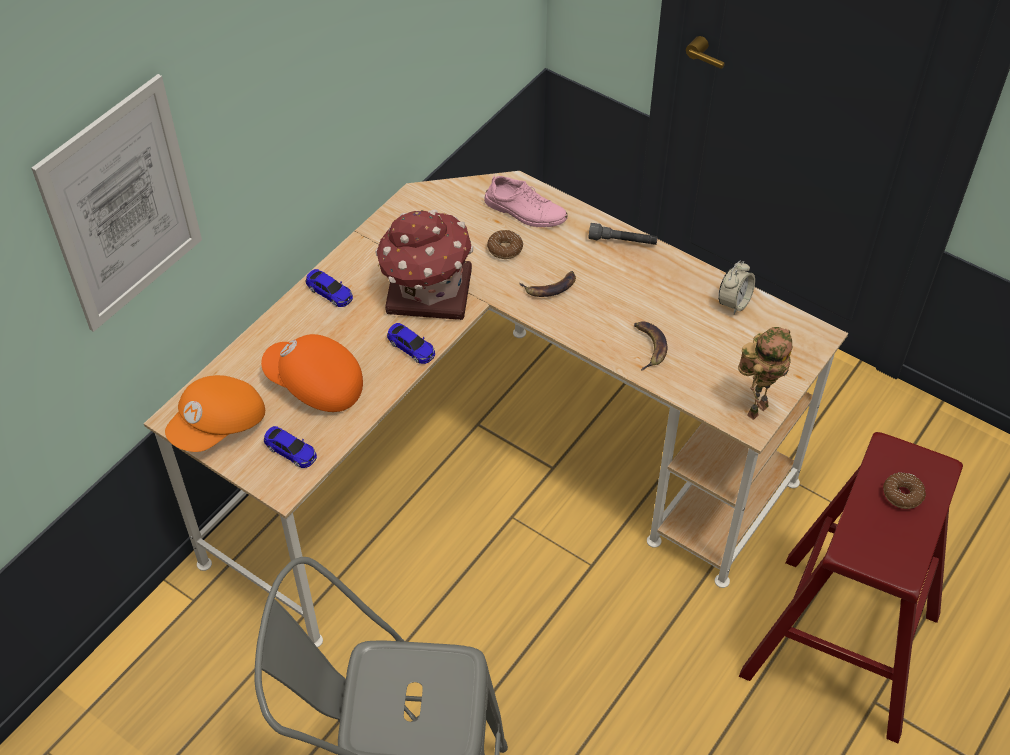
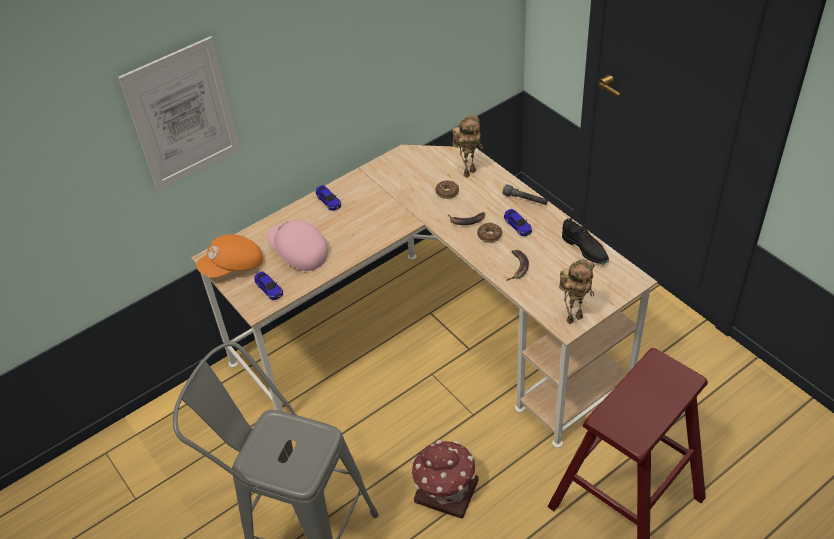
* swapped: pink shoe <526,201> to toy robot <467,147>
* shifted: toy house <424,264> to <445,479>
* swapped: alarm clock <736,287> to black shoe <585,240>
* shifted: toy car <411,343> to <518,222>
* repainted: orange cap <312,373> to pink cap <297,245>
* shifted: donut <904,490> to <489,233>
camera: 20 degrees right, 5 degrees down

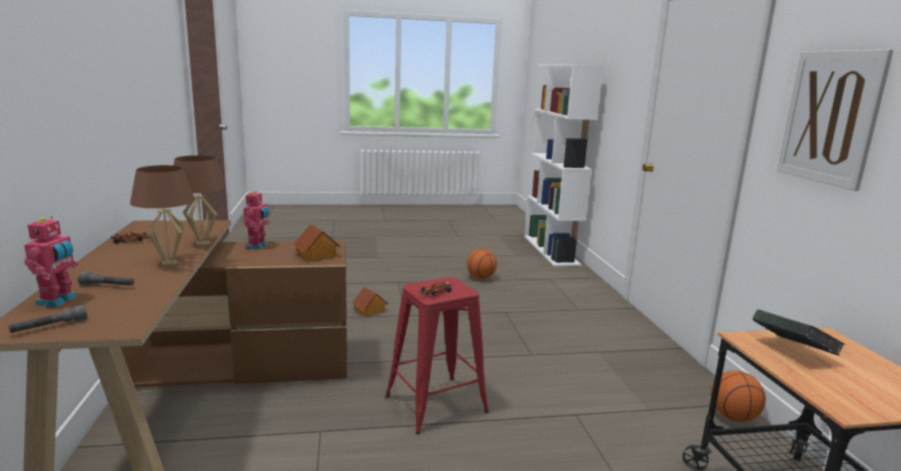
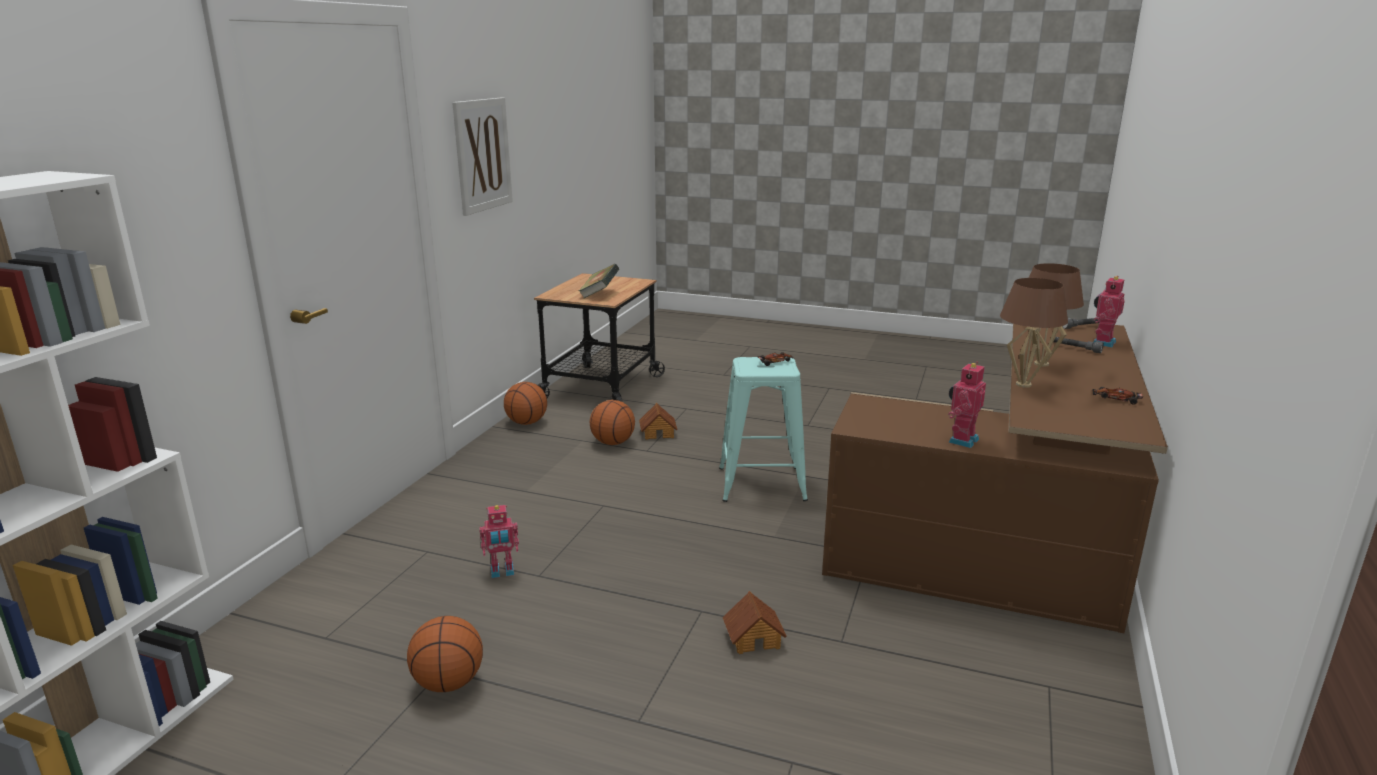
* shifted: toy house <317,242> to <658,421>
* repainted: red stool <437,355> to turquoise stool <763,429>
* new: basketball <612,422>
* new: toy robot <499,541>
camera: 150 degrees left, 5 degrees up

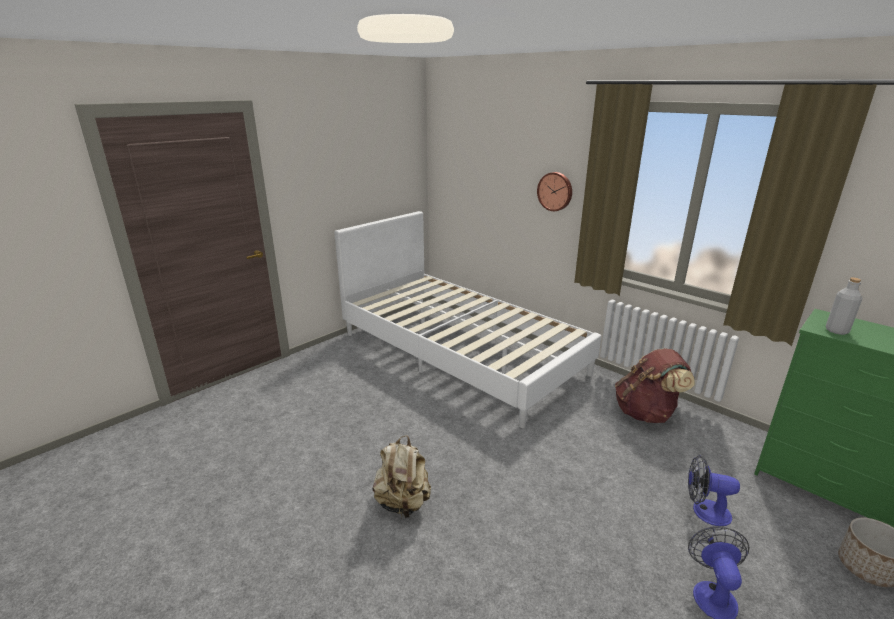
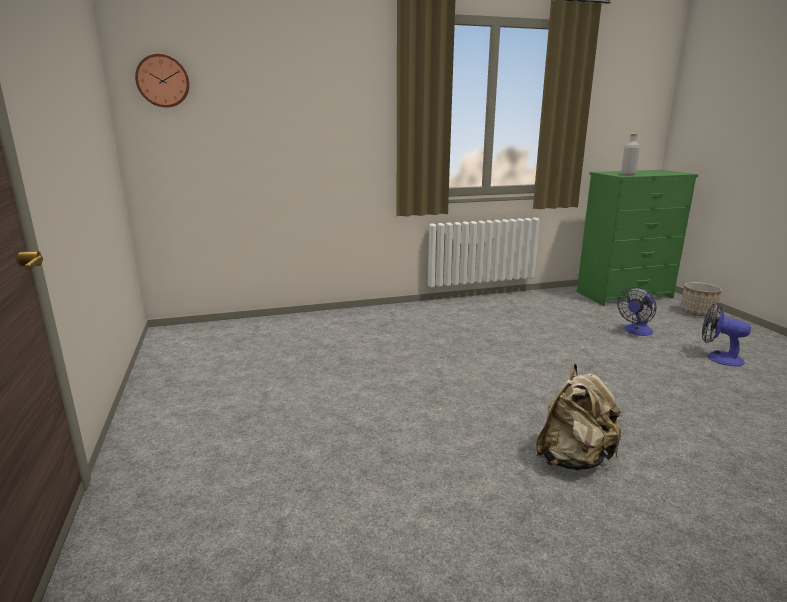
* shifted: wall clock <554,191> to <162,80>
* gone: white bed <468,320>
* gone: brown backpack <655,385>
camera: 60 degrees left, 5 degrees down

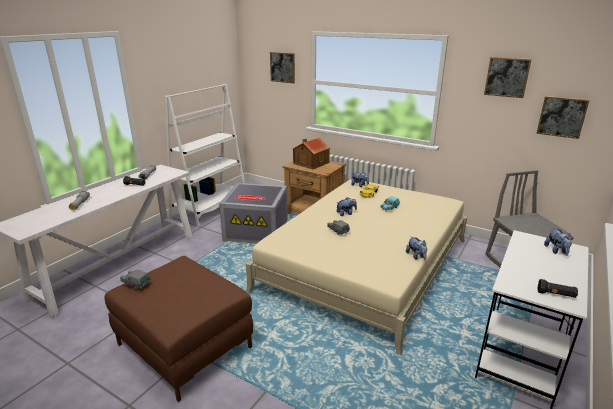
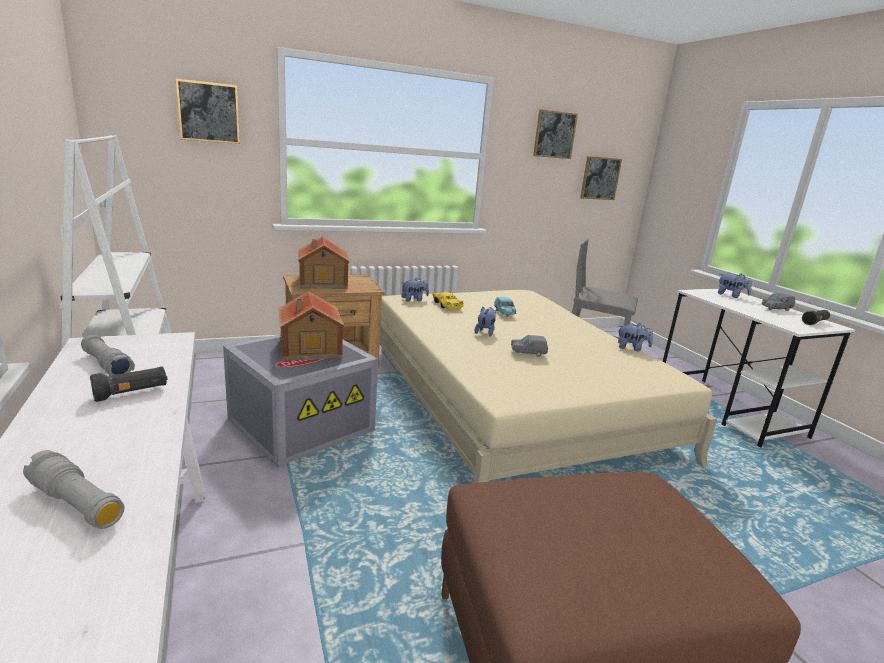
* shifted: grey toy car <135,279> to <778,302>
* new: toy house <312,326>
camera: 55 degrees left, 5 degrees down

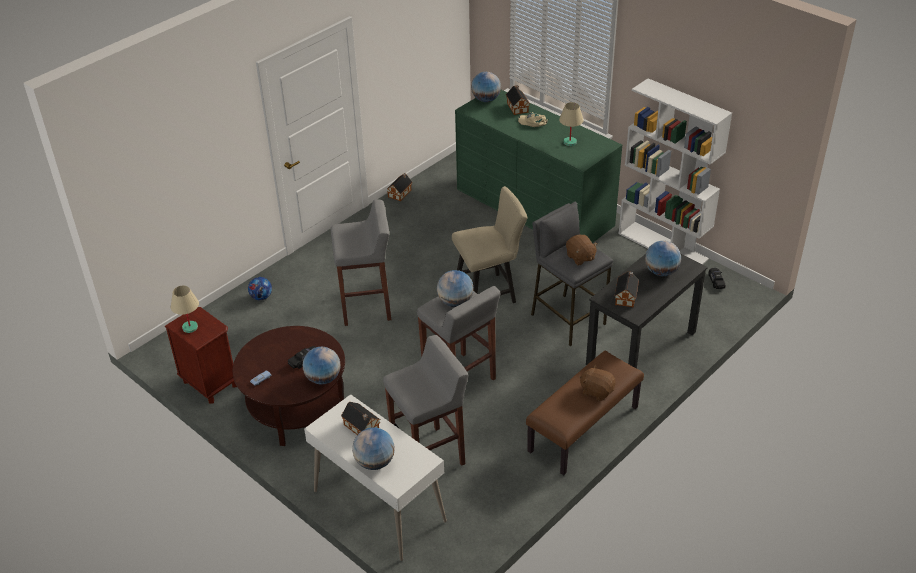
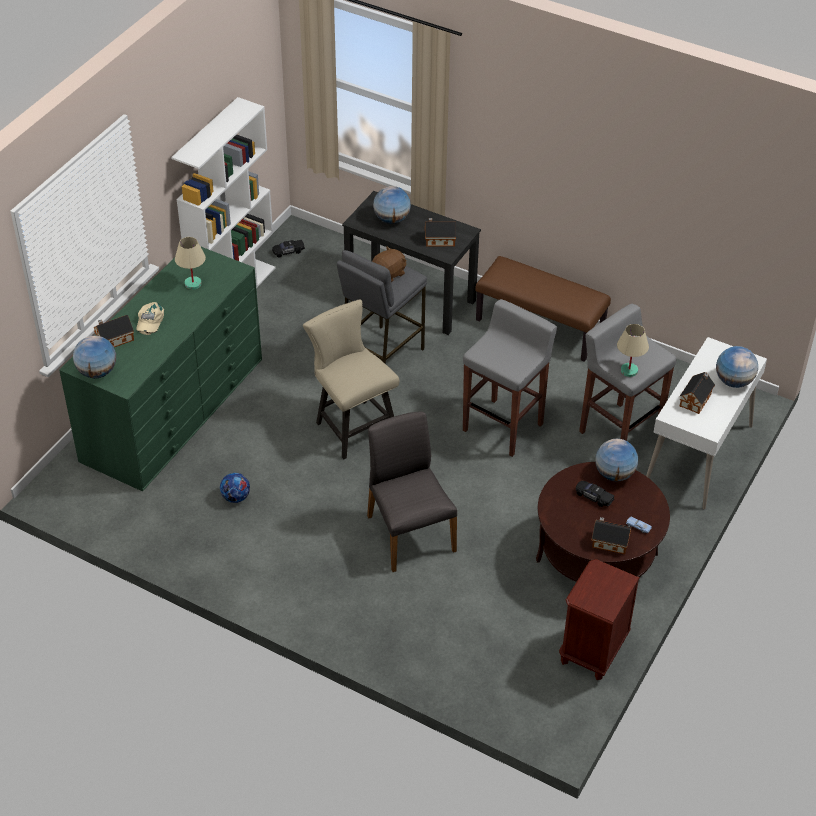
* shifted: toy house <399,187> to <611,535>
* swapped: grey stool <361,262> to grey chair <412,492>
* gone: globe <455,288>
* shifted: football <260,288> to <235,488>
* shifted: beige table lamp <185,309> to <633,350>
* gone: brown plush toy <598,382>
camera: 105 degrees left, 5 degrees up

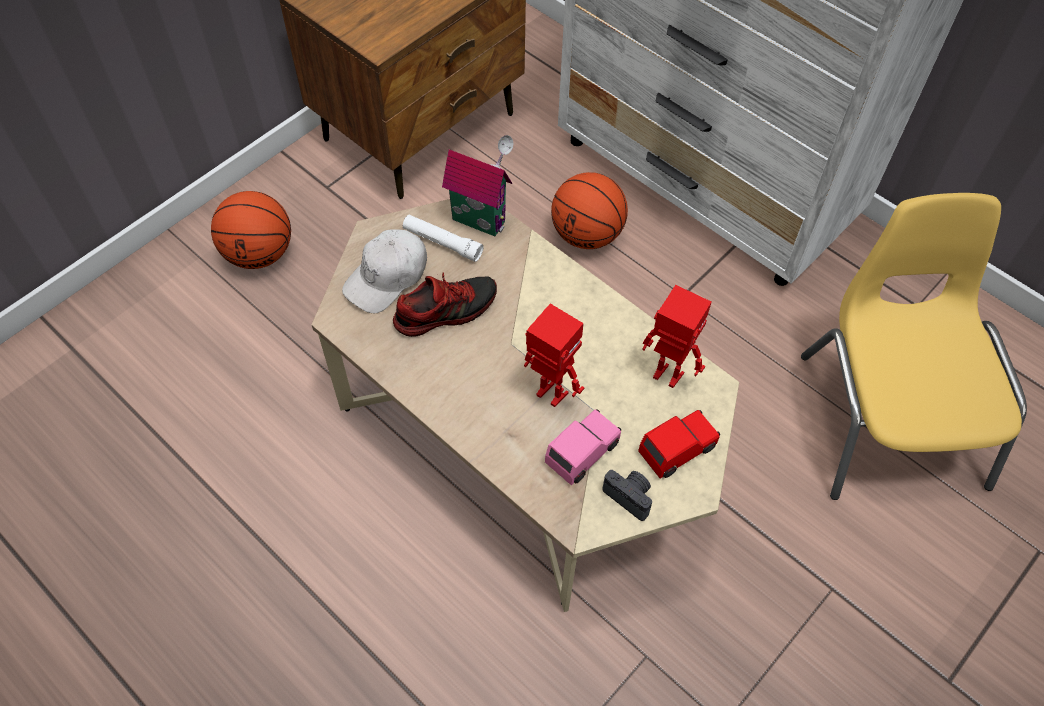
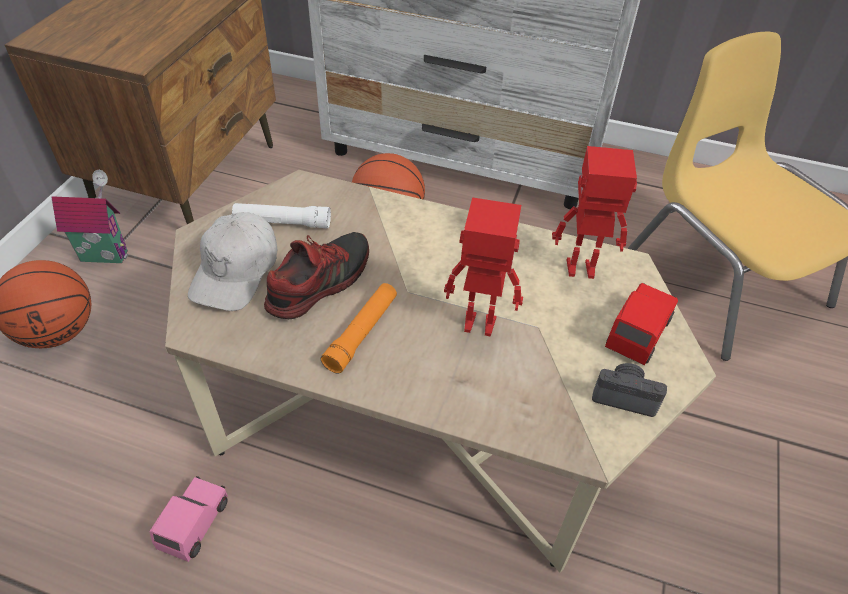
* shifted: toy house <477,185> to <90,216>
* shifted: pink toy car <583,447> to <188,519>
* new: orange flashlight <359,328>
camera: 25 degrees left, 10 degrees down

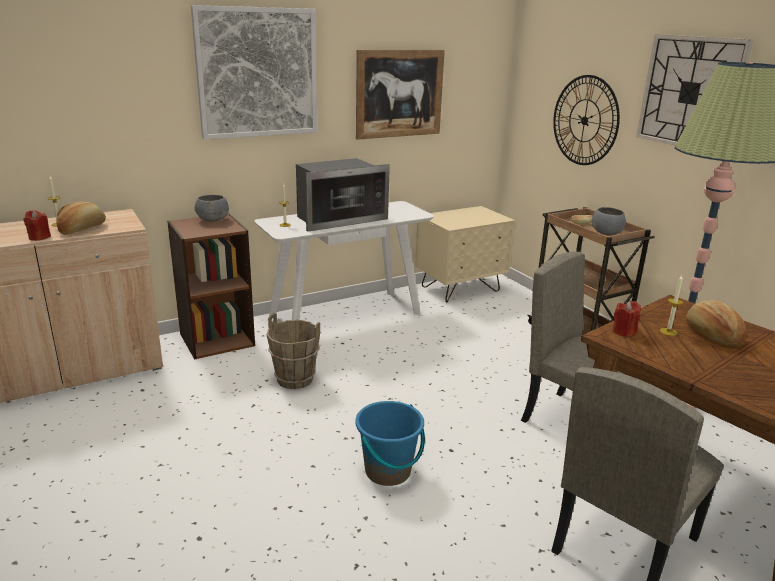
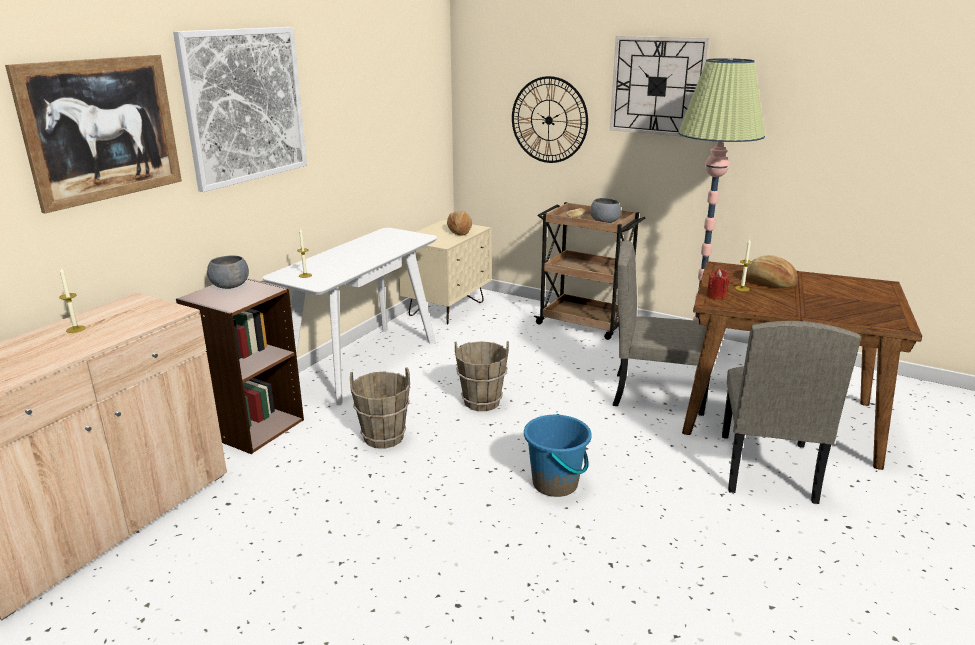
* shifted: picture <400,95> to <93,134>
* gone: microwave <343,195>
* shifted: bread <81,218> to <459,223>
* gone: red candle <37,225>
* new: brown bucket <482,376>
camera: 30 degrees left, 0 degrees up

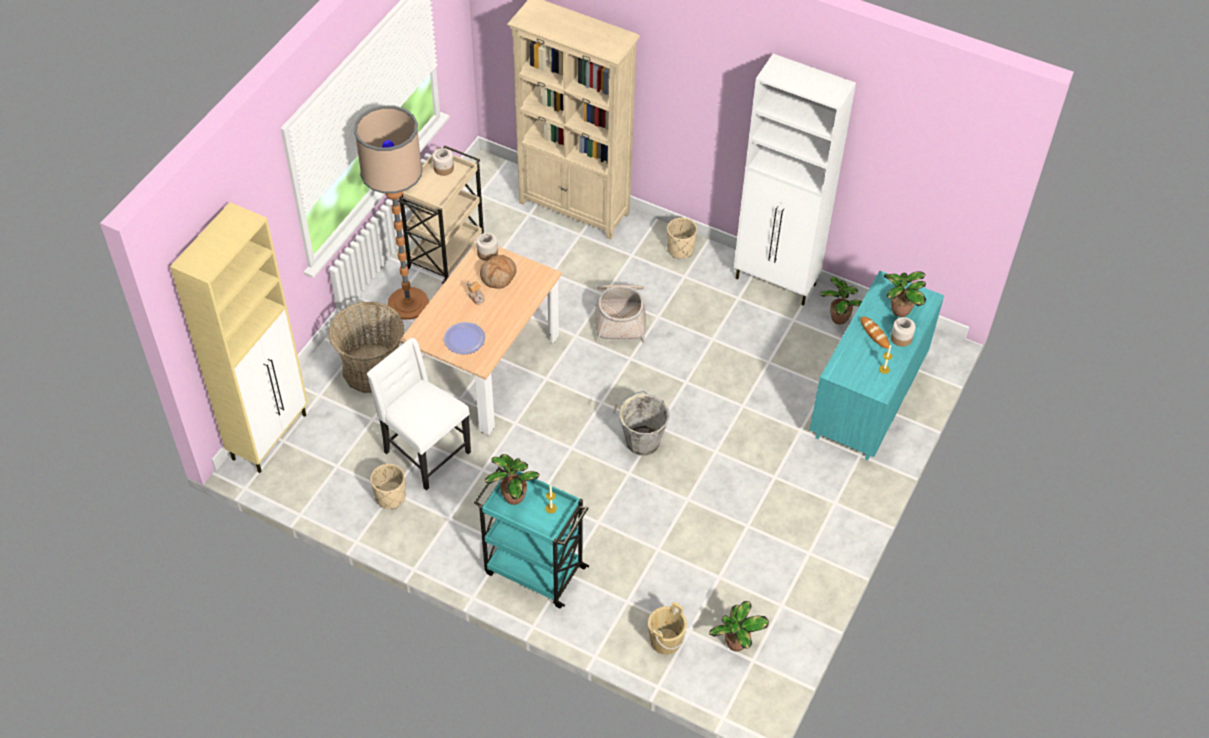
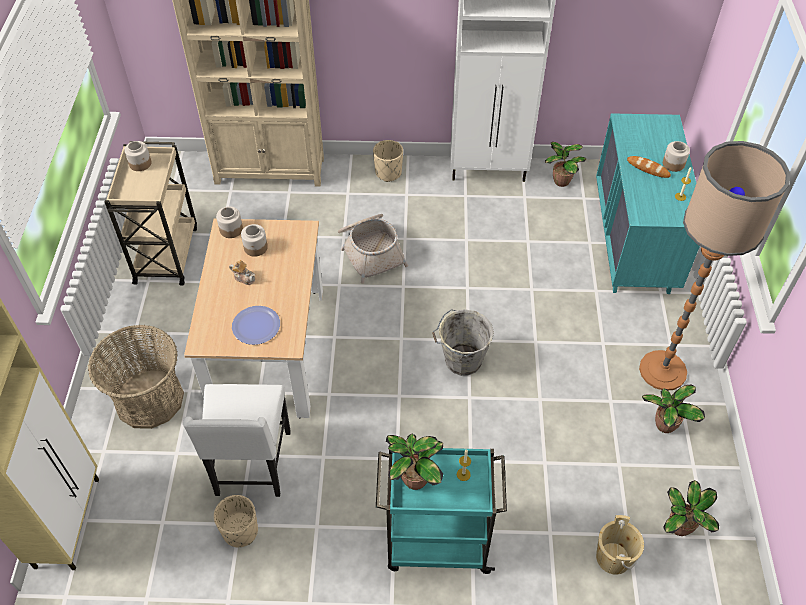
* shifted: floor lamp <391,212> to <715,265>
* swapped: bread <498,272> to jar <254,240>
* shifted: potted plant <905,294> to <673,408>
* rotated: white chair <419,414> = <237,440> 105 degrees counterclockwise
camera: 25 degrees left, 0 degrees up

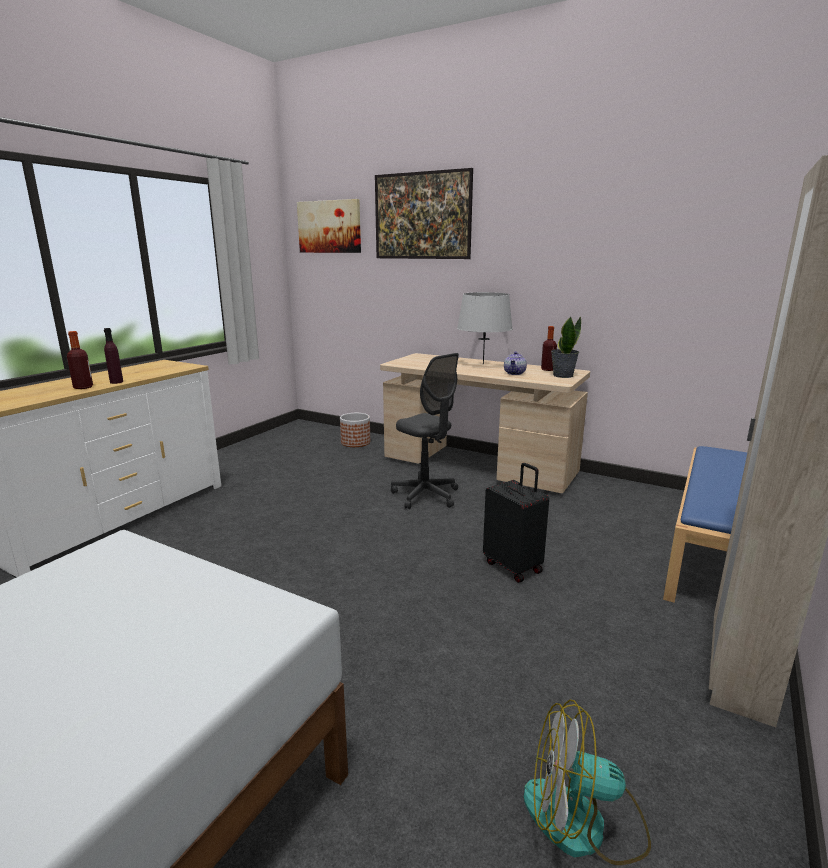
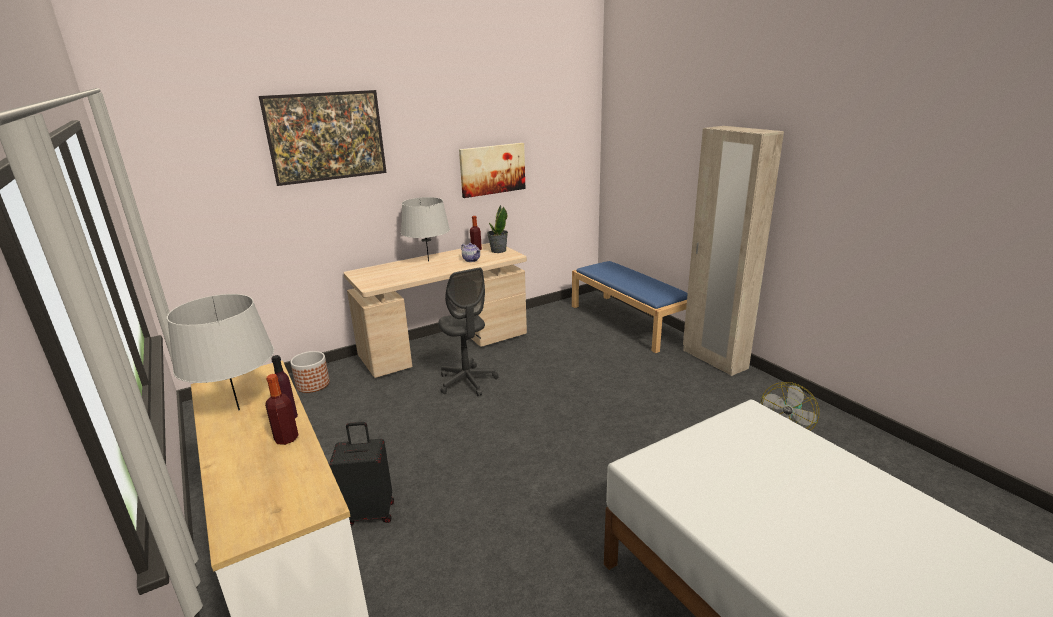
* shifted: picture <329,226> to <492,170>
* rotated: grey office chair <425,431> = <468,332> 75 degrees clockwise
* shifted: black suitcase <516,523> to <361,474>
* new: grey table lamp <220,352>
camera: 60 degrees left, 5 degrees up

